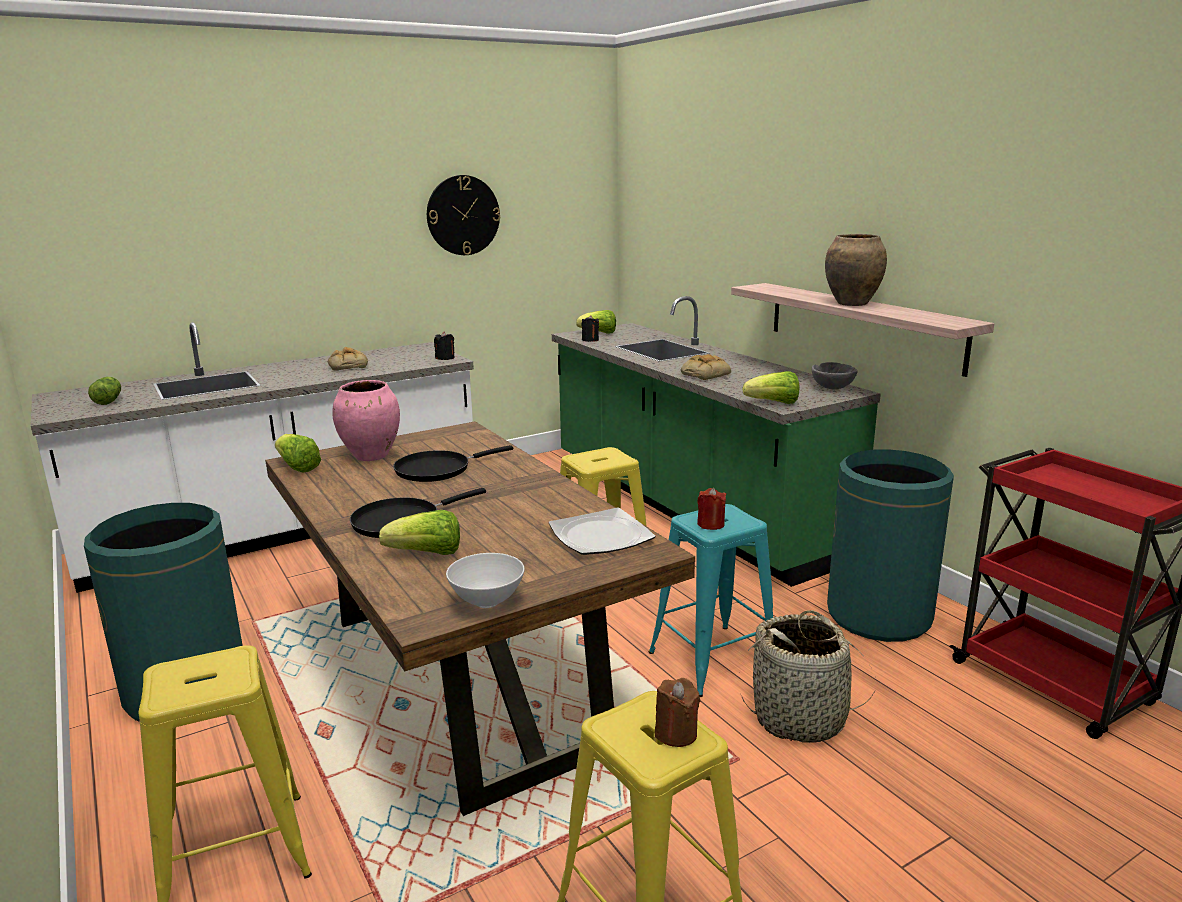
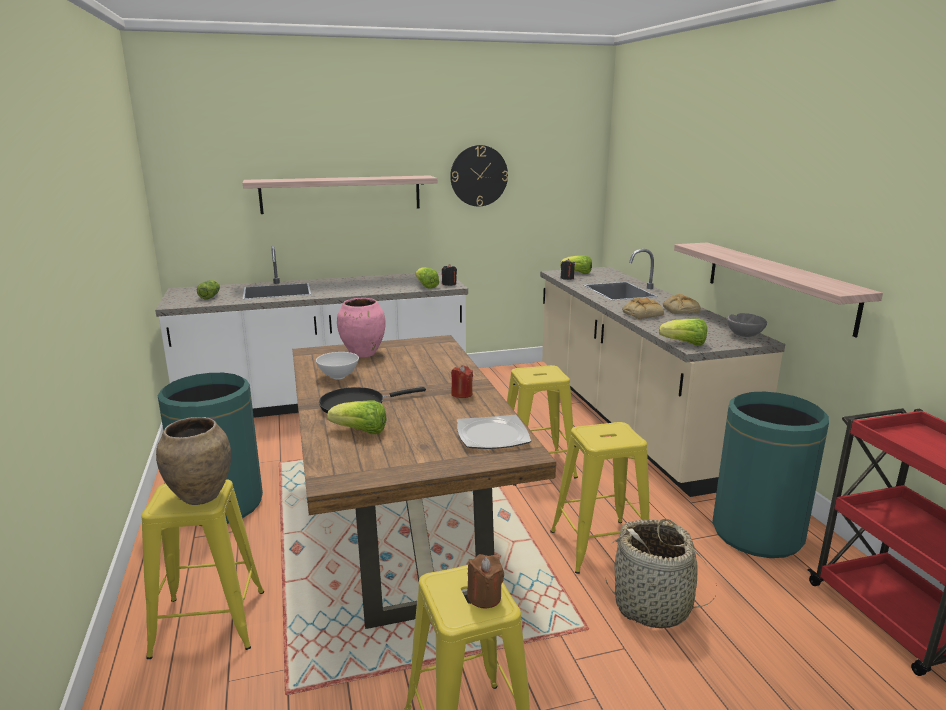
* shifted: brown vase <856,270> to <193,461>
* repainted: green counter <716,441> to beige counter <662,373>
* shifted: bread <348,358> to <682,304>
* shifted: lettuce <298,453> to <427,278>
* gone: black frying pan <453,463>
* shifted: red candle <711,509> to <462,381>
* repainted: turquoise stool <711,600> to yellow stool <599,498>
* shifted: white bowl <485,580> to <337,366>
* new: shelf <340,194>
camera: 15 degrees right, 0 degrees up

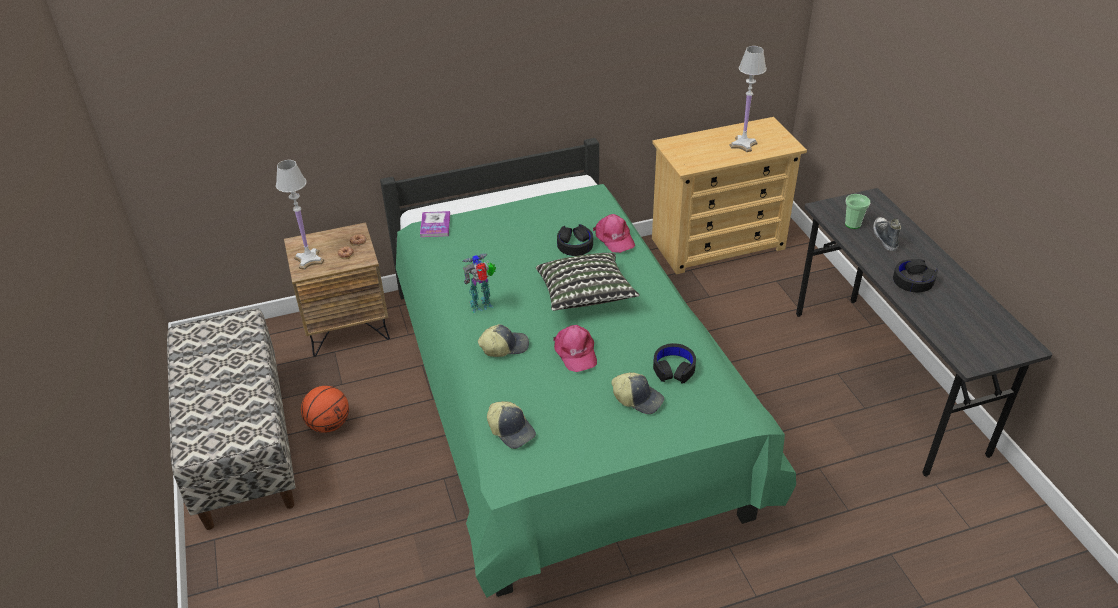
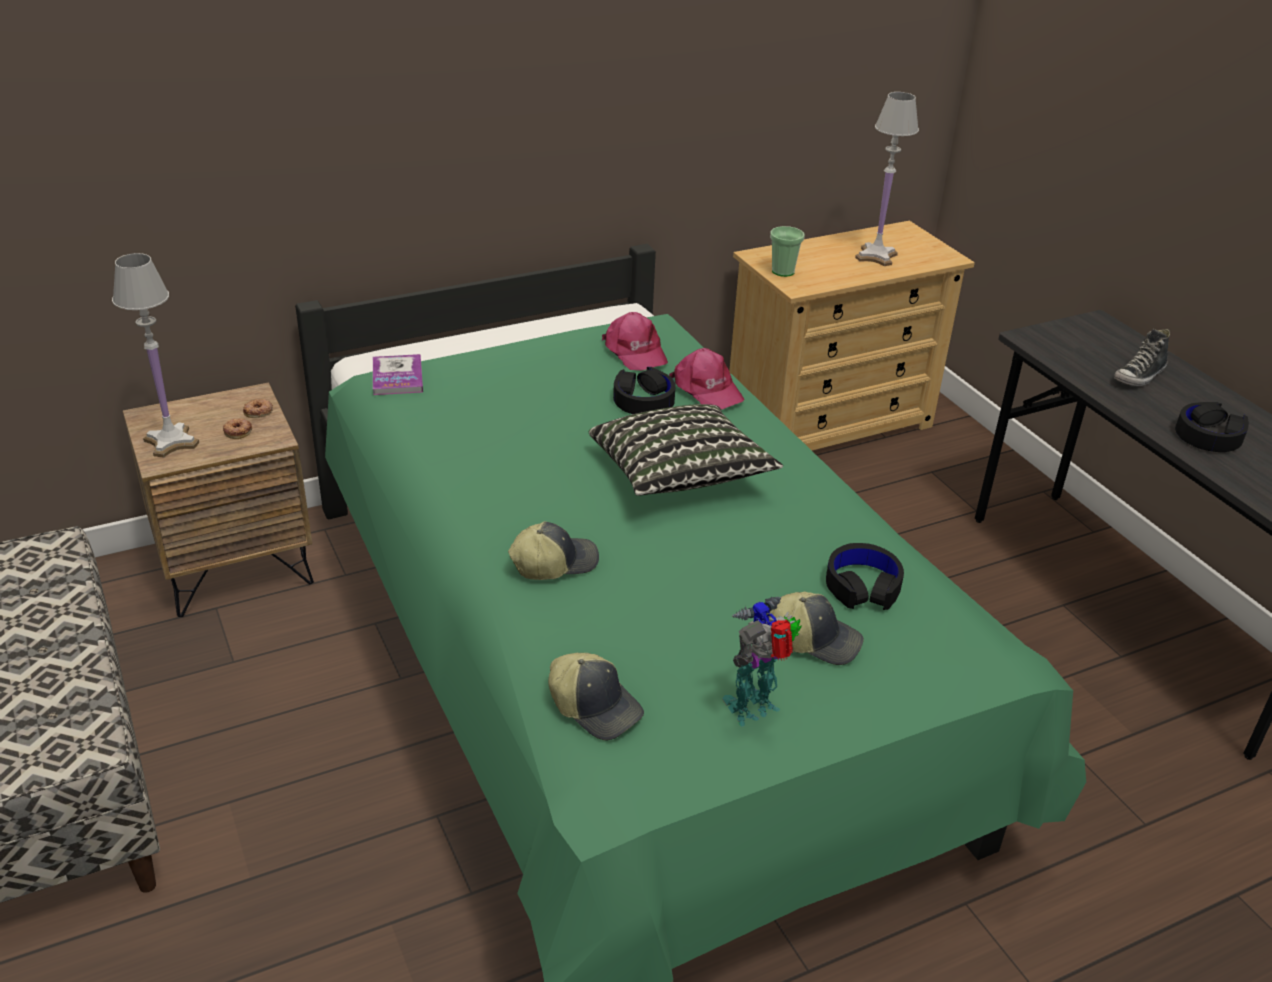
* shifted: cup <857,211> to <787,251>
* rotated: shoe <887,234> = <1142,357> 120 degrees counterclockwise
* shifted: toy robot <479,283> to <762,662>
* shifted: pink cap <575,348> to <635,341>
* gone: basketball <325,409>
camera: 10 degrees left, 5 degrees down

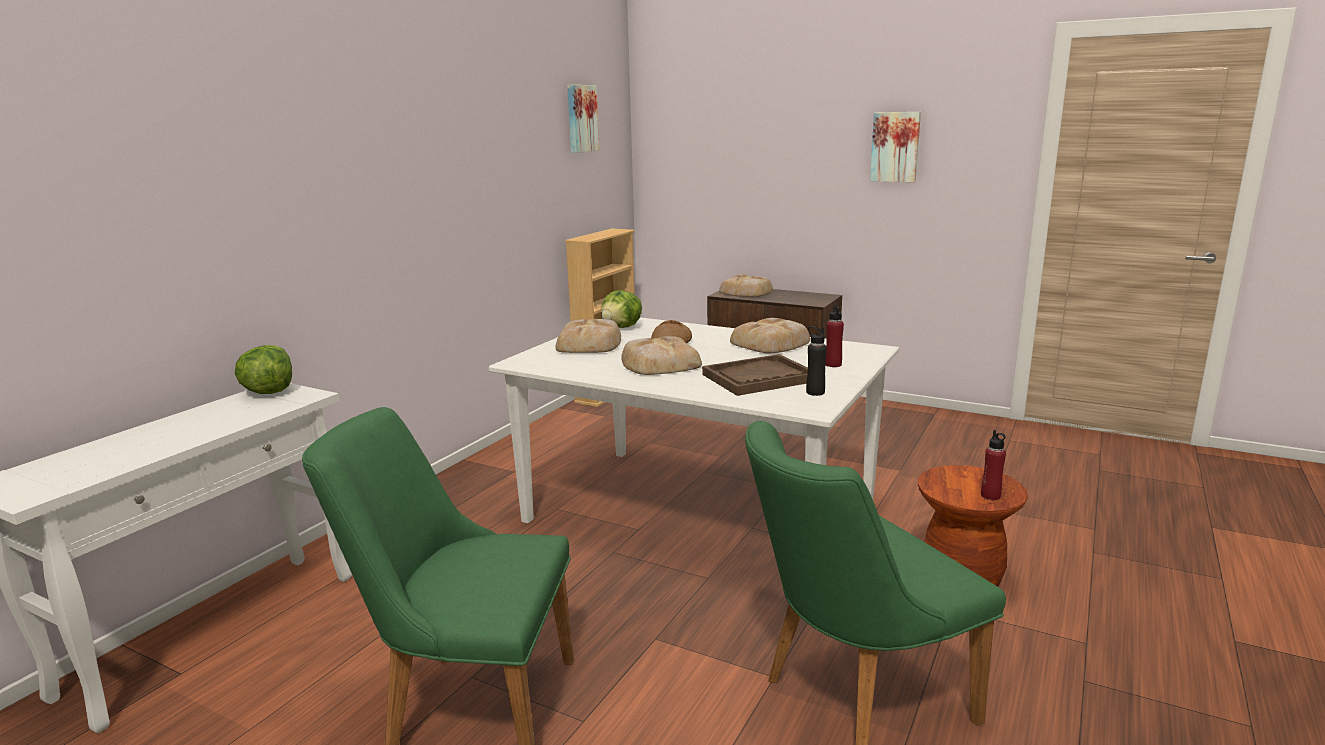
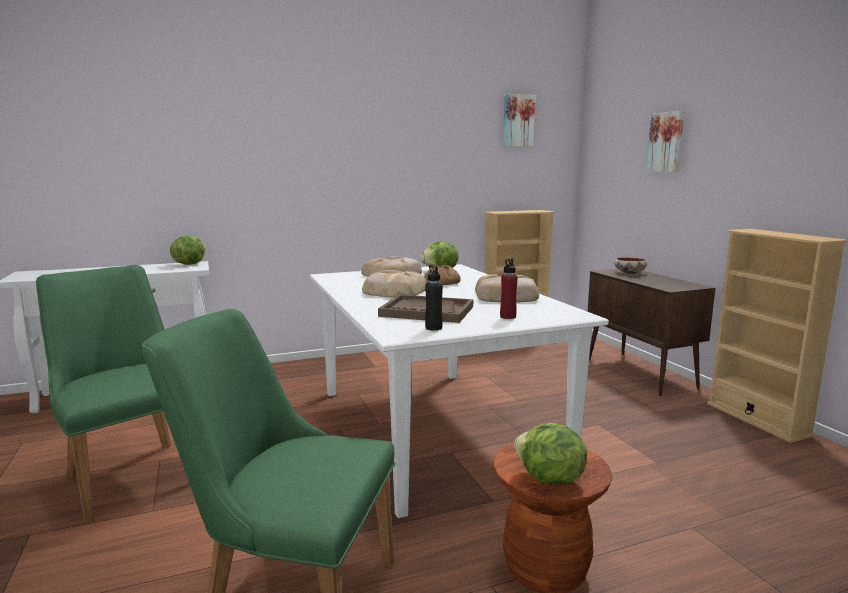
* shifted: picture <895,147> to <665,141>
* swapped: bread <746,285> to bowl <630,265>
* swapped: red bottle <993,465> to lettuce <550,454>
* new: beige bookcase <777,336>
camera: 40 degrees right, 5 degrees down

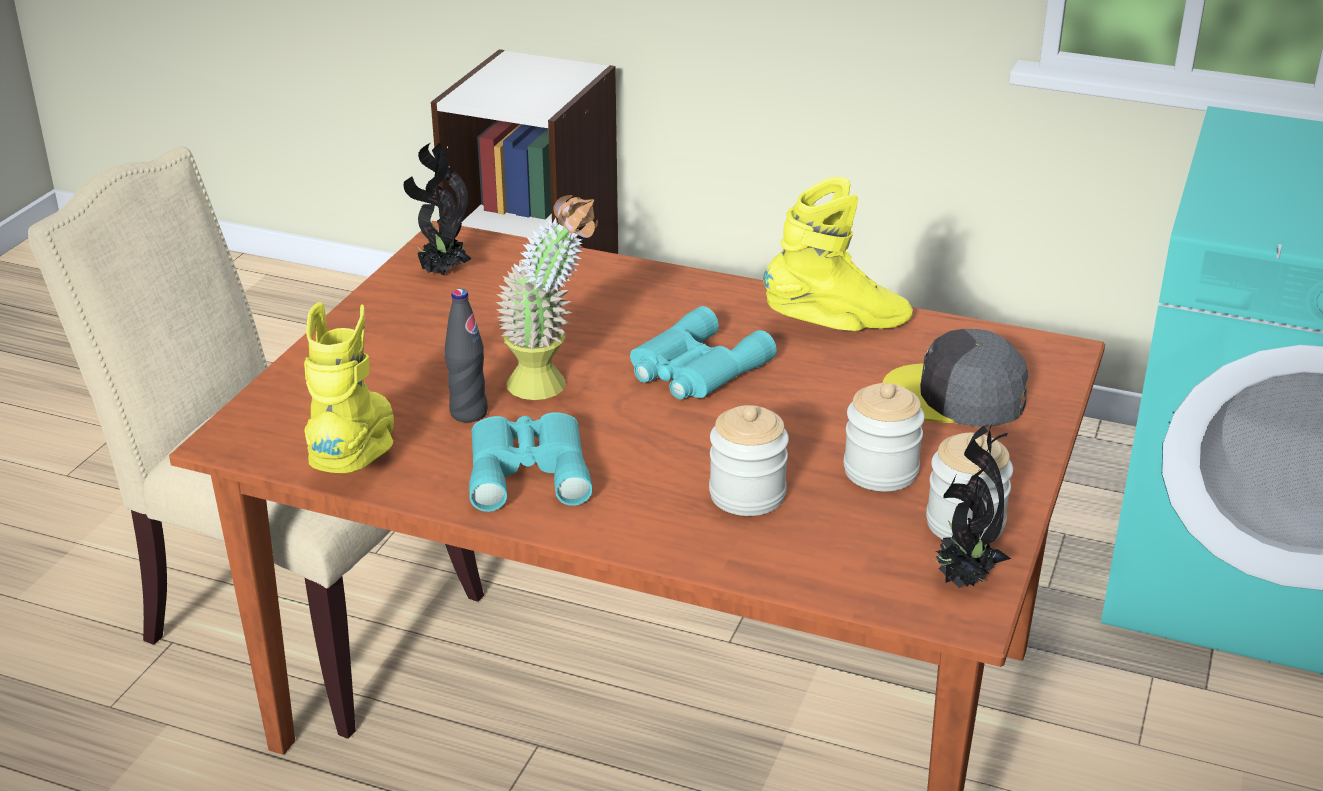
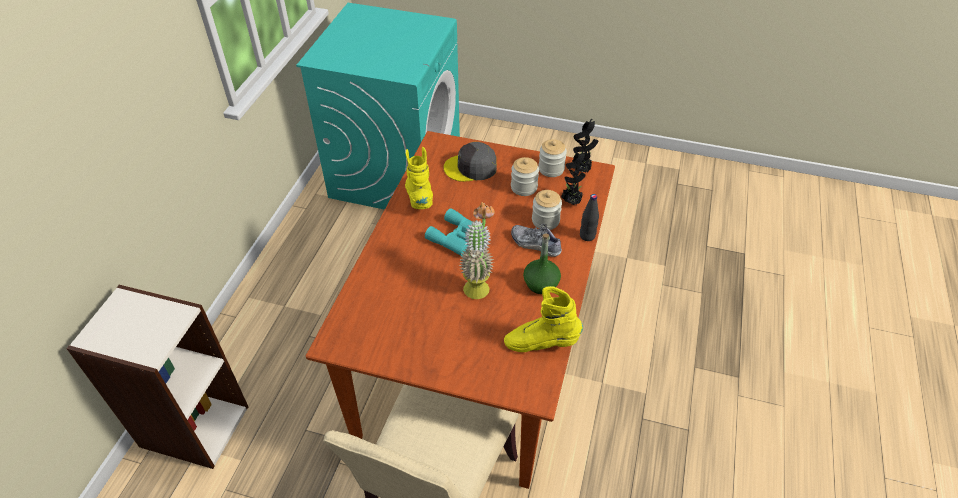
* shifted: potted plant <438,209> to <573,178>
* shifted: black bottle <466,355> to <589,217>
* rotated: grey cap <955,378> = <470,162> 75 degrees clockwise
* swapped: turquoise binoculars <530,462> to green bottle <542,263>
* new: shoe <536,240>
camera: 95 degrees left, 15 degrees up

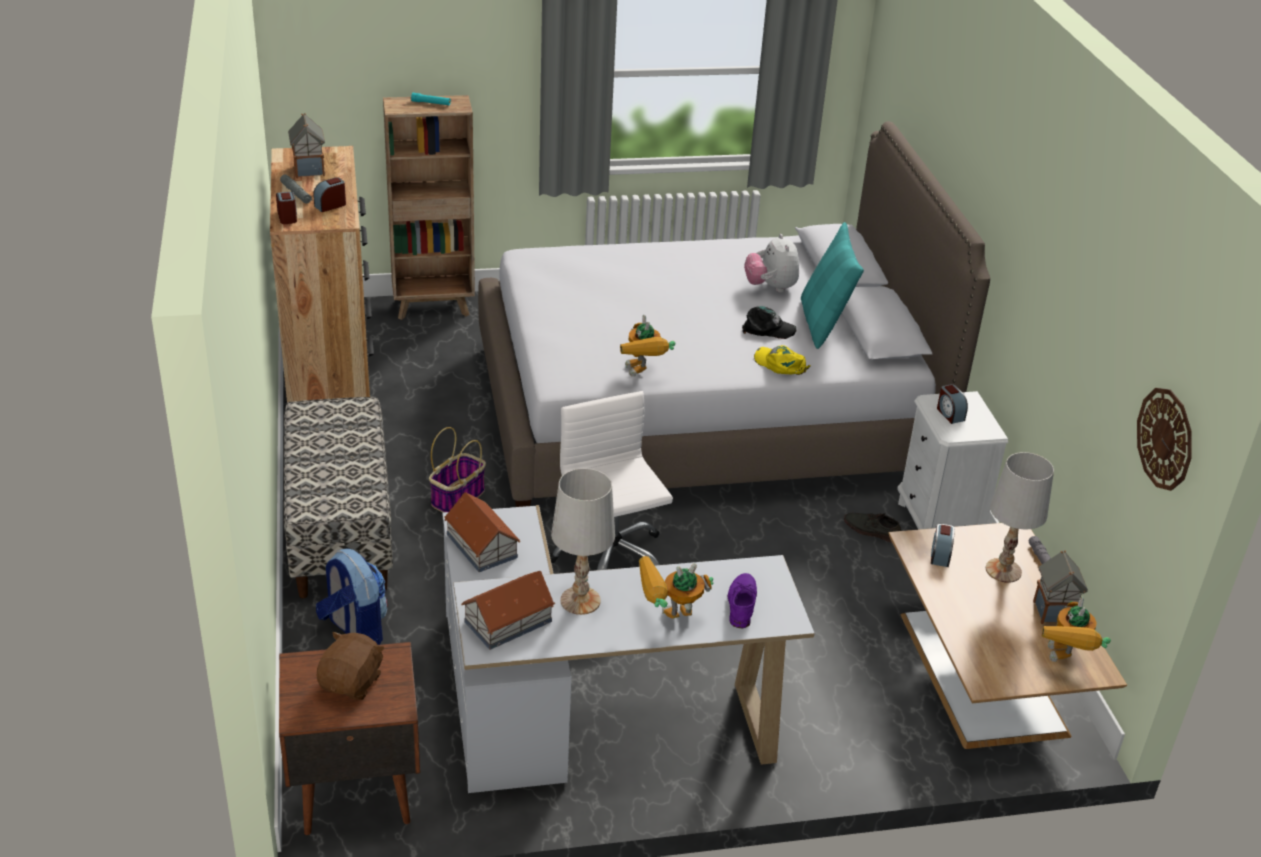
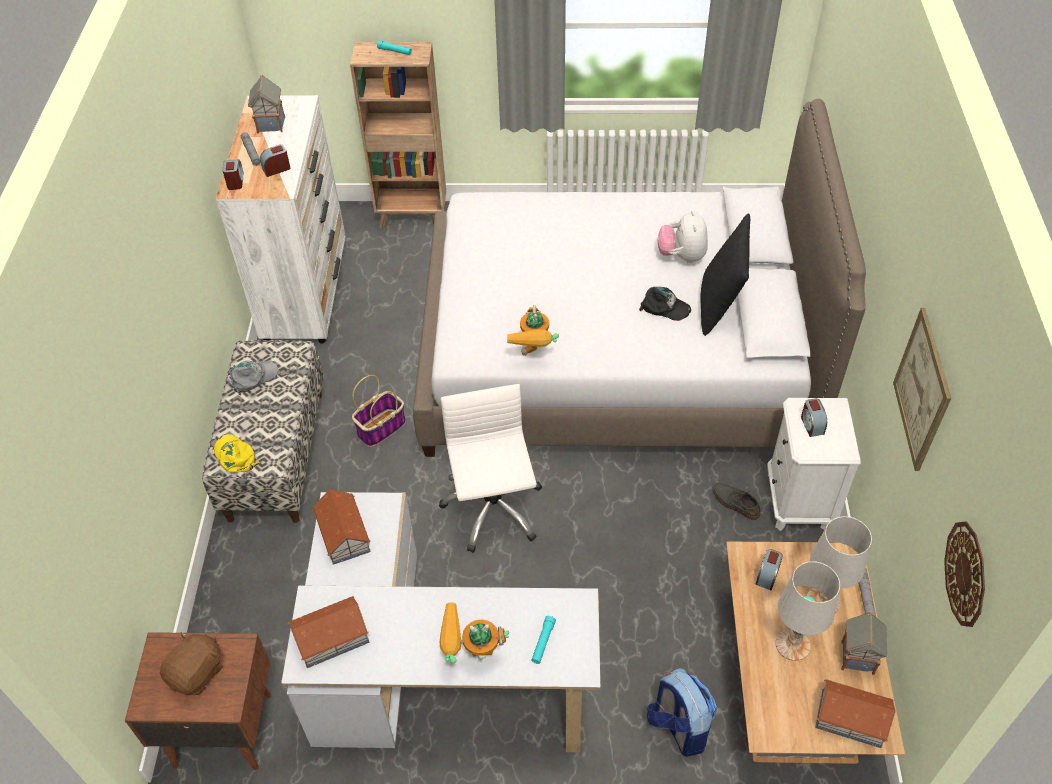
* repainted: brown dresser <322,274> to white dresser <281,219>
* repainted: turquoise pillow <832,285> to black pillow <725,275>
* shifted: yellow cap <782,360> to <236,453>
* shifted: white table lamp <583,541> to <808,611>
* shifted: backpack <351,596> to <682,712>
* swapped: purple shoe <742,600> to turquoise flashlight <543,640>
* swapped: toy robot <1076,629> to toy house <855,713>
* new: picture <922,389>
* new: grey cap <253,378>
camera: 15 degrees right, 15 degrees up

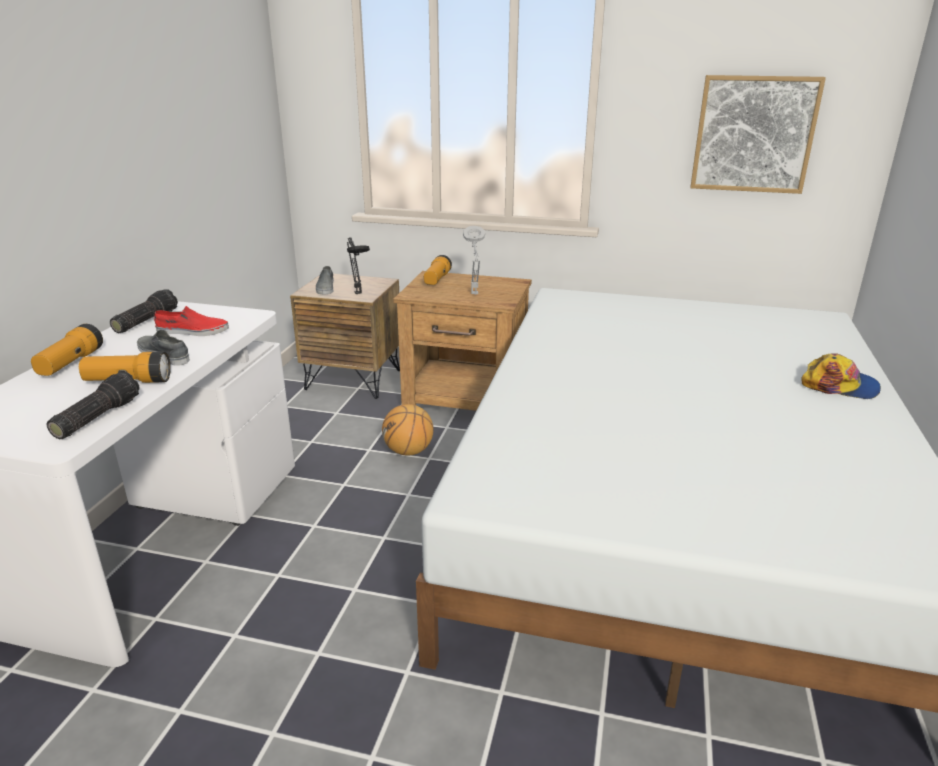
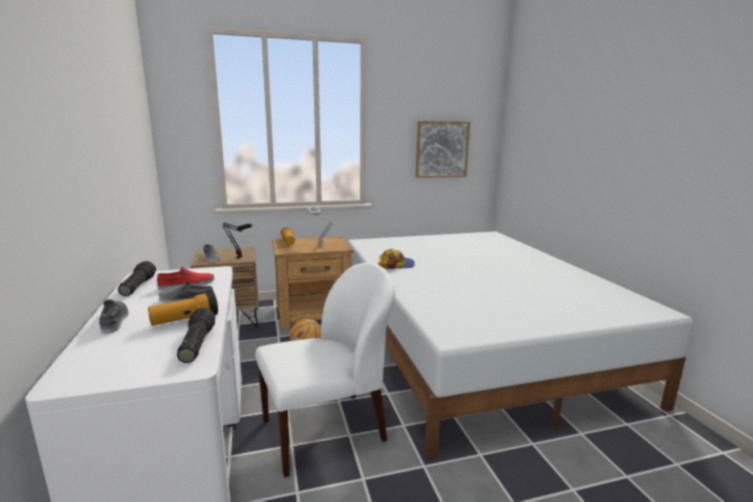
* swapped: flashlight <67,350> to grey shoe <114,316>
* shifted: cap <841,376> to <396,259>
* new: white chair <325,370>
camera: 30 degrees left, 10 degrees down

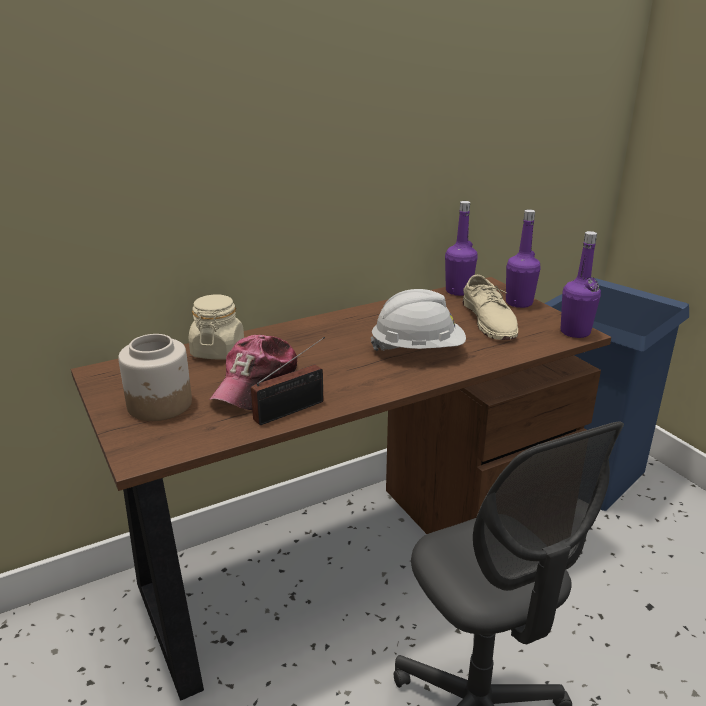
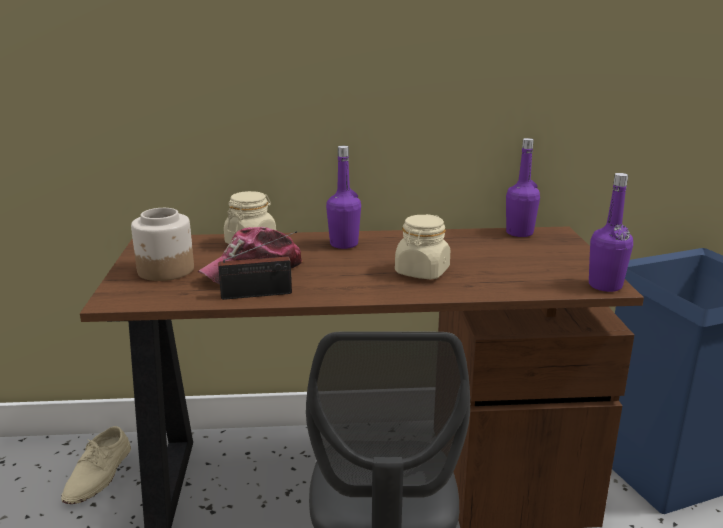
* shifted: purple bottle <523,258> to <343,197>
* shifted: beige shoe <490,307> to <96,465>
* swapped: white hard hat <418,320> to beige jar <422,246>
camera: 25 degrees right, 5 degrees down

